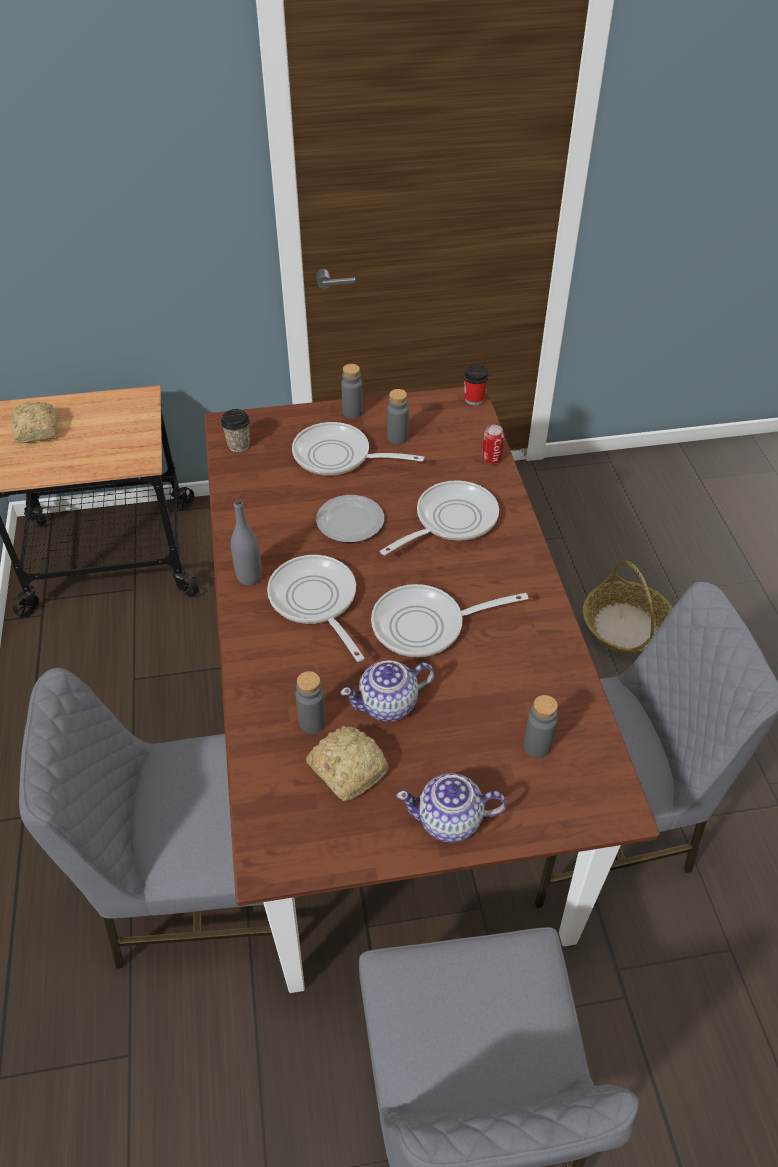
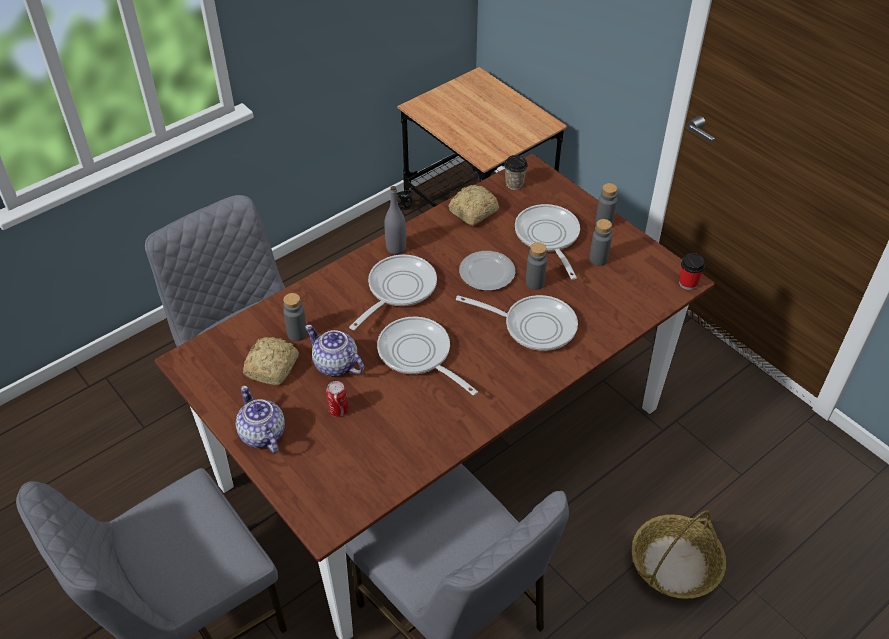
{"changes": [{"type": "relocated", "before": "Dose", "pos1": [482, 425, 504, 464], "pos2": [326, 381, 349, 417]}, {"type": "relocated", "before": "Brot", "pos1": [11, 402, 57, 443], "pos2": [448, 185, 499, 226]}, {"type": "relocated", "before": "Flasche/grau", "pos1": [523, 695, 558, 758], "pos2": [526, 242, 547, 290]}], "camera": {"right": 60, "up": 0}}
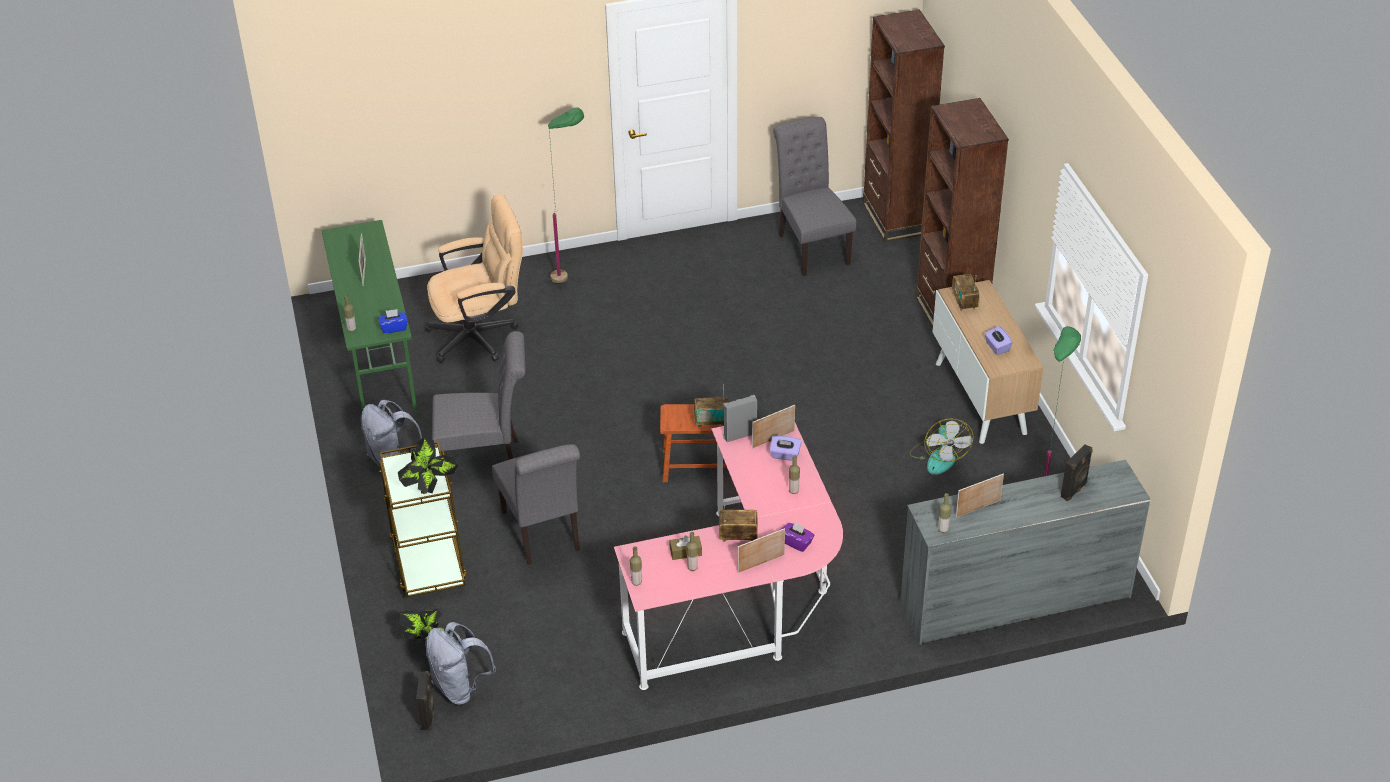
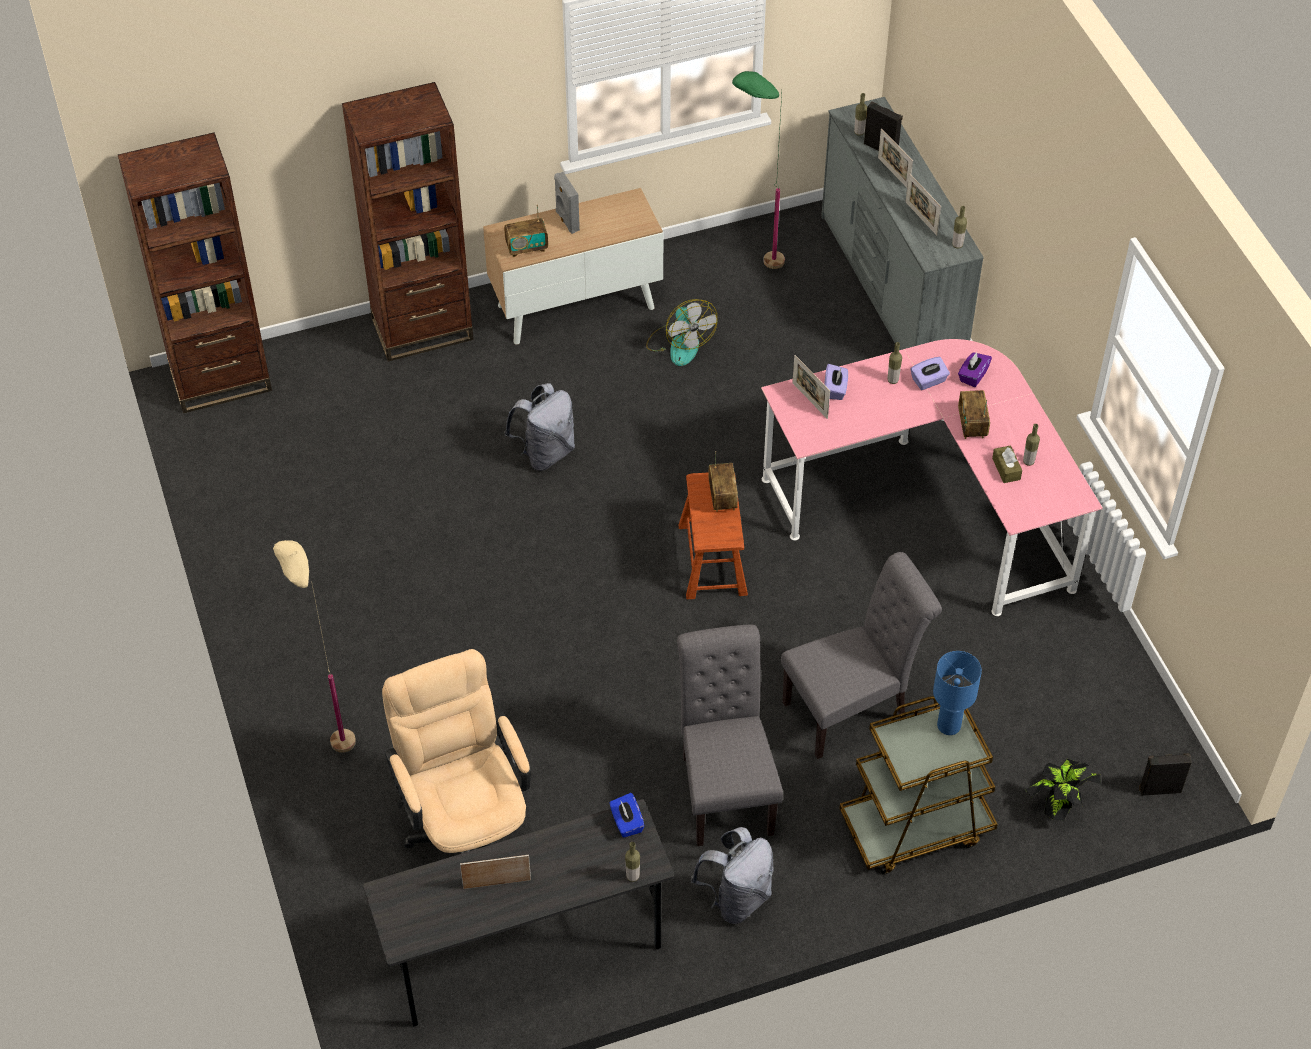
{"changes": [{"type": "colour", "before": "Stehlampe/grün", "after": "Stehlampe/beige", "pos1": [548, 107, 584, 283], "pos2": [273, 540, 356, 753]}, {"type": "colour", "before": "Schreibtisch/grün", "after": "Schreibtisch/grau", "pos1": [322, 220, 417, 412], "pos2": [363, 799, 674, 1027]}, {"type": "relocated", "before": "Rucksack/grau", "pos1": [425, 622, 496, 705], "pos2": [504, 383, 575, 471]}, {"type": "relocated", "before": "Lautsprecher/grau", "pos1": [723, 395, 757, 442], "pos2": [554, 172, 580, 234]}, {"type": "spun", "before": "Ventilator", "pos1": [909, 418, 974, 475], "pos2": [646, 299, 717, 366], "turn": 75}, {"type": "relocated", "before": "Flasche", "pos1": [630, 546, 642, 586], "pos2": [854, 93, 867, 136]}, {"type": "relocated", "before": "Bilderrahmen", "pos1": [738, 528, 785, 573], "pos2": [878, 129, 913, 187]}, {"type": "relocated", "before": "Taschentuchbox/lila", "pos1": [984, 326, 1012, 355], "pos2": [911, 357, 950, 390]}, {"type": "exchanged", "before": "Topfpflanze", "after": "Tischlampe/blau", "pos1": [398, 437, 458, 494], "pos2": [933, 651, 982, 735]}, {"type": "missing", "before": "Stuhl/grau", "pos1": [773, 117, 856, 276]}], "camera": {"right": -95, "up": 10}}
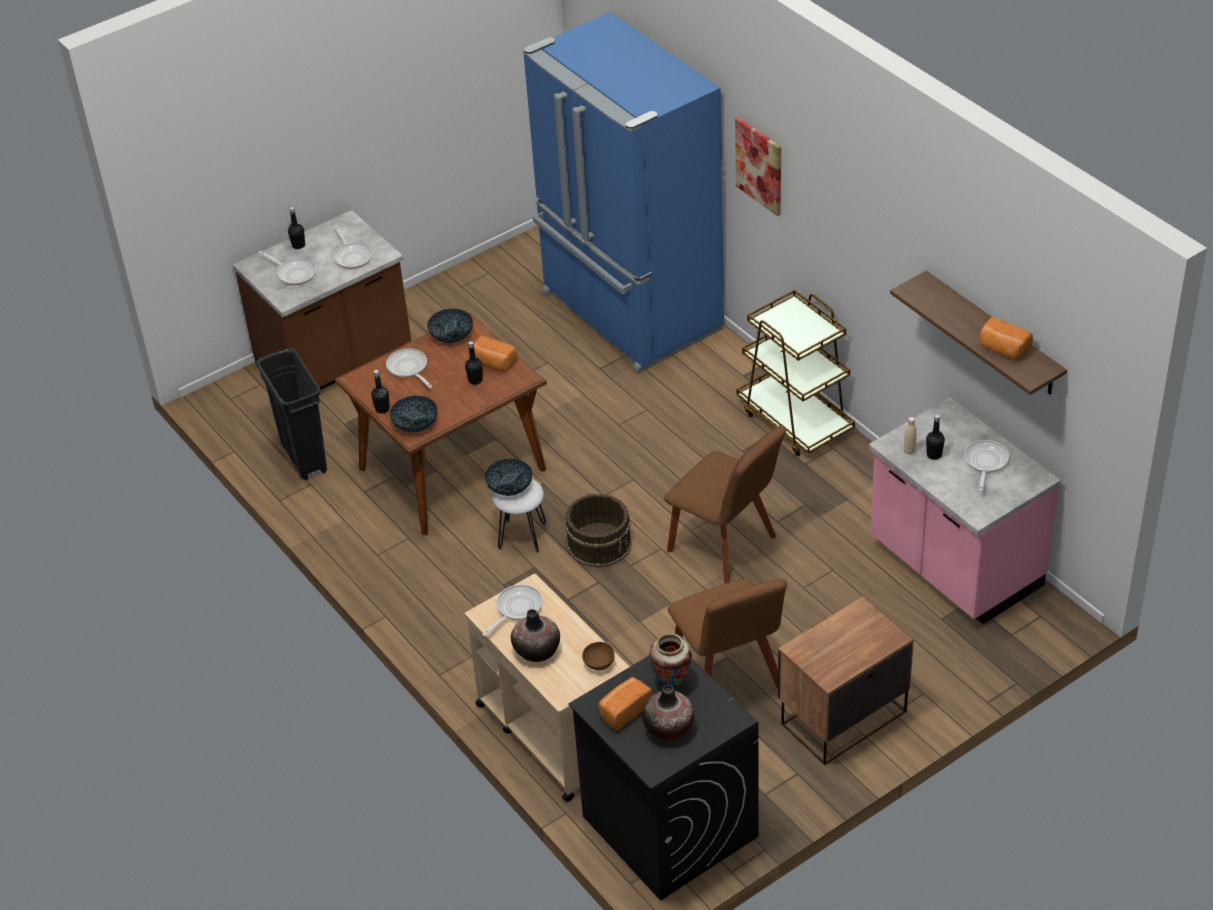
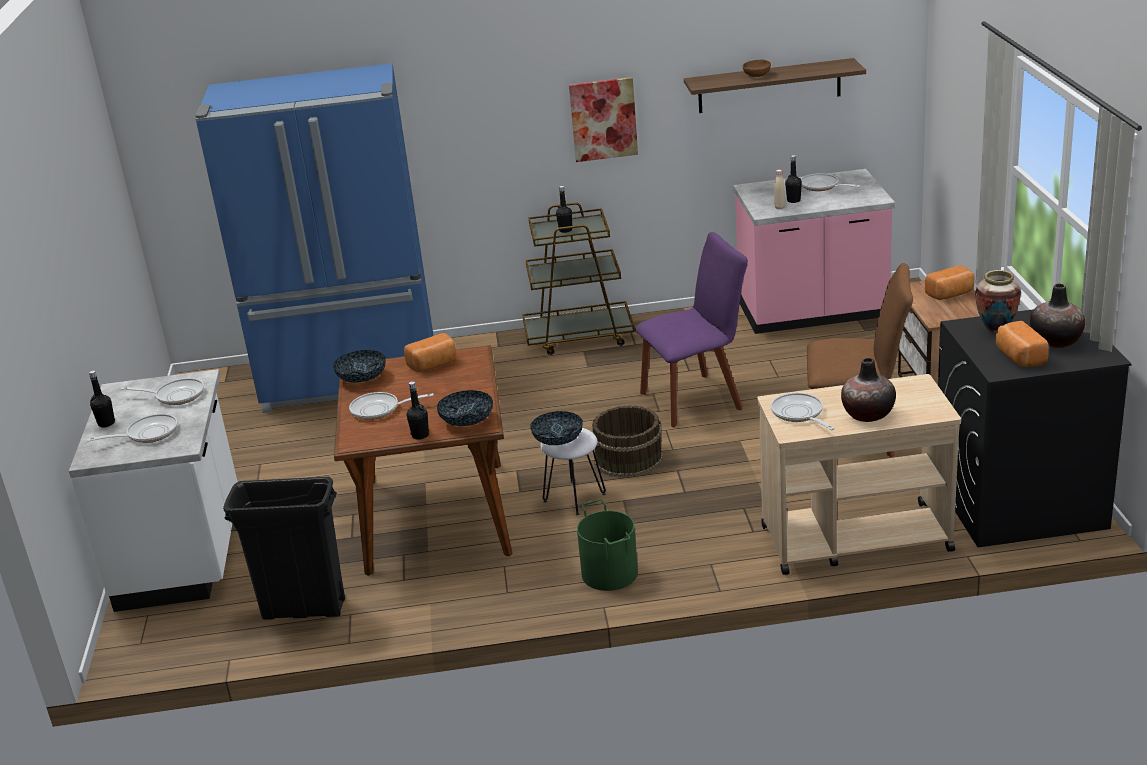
{"changes": [{"type": "colour", "before": "Küchenzeile/braun", "after": "Küchenzeile/weiß", "pos1": [233, 210, 411, 390], "pos2": [69, 369, 238, 612]}, {"type": "relocated", "before": "Flasche/schwarz", "pos1": [465, 341, 482, 385], "pos2": [556, 186, 572, 233]}, {"type": "relocated", "before": "Bild", "pos1": [735, 117, 781, 216], "pos2": [569, 77, 638, 162]}, {"type": "appeared", "after": "Eimer/grün", "pos2": [577, 499, 638, 591]}, {"type": "colour", "before": "Stuhl/braun", "after": "Stuhl/lila", "pos1": [664, 425, 786, 584], "pos2": [635, 232, 748, 427]}, {"type": "relocated", "before": "Schüssel/braun", "pos1": [582, 642, 615, 670], "pos2": [743, 60, 771, 77]}, {"type": "relocated", "before": "Brot", "pos1": [980, 317, 1033, 360], "pos2": [925, 265, 975, 300]}], "camera": {"right": -60, "up": -15}}
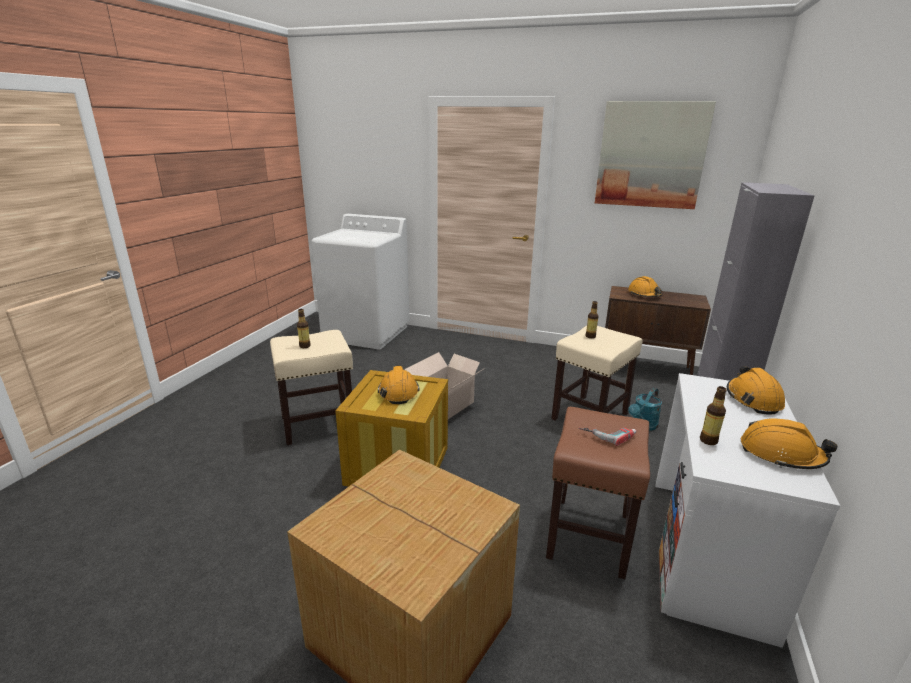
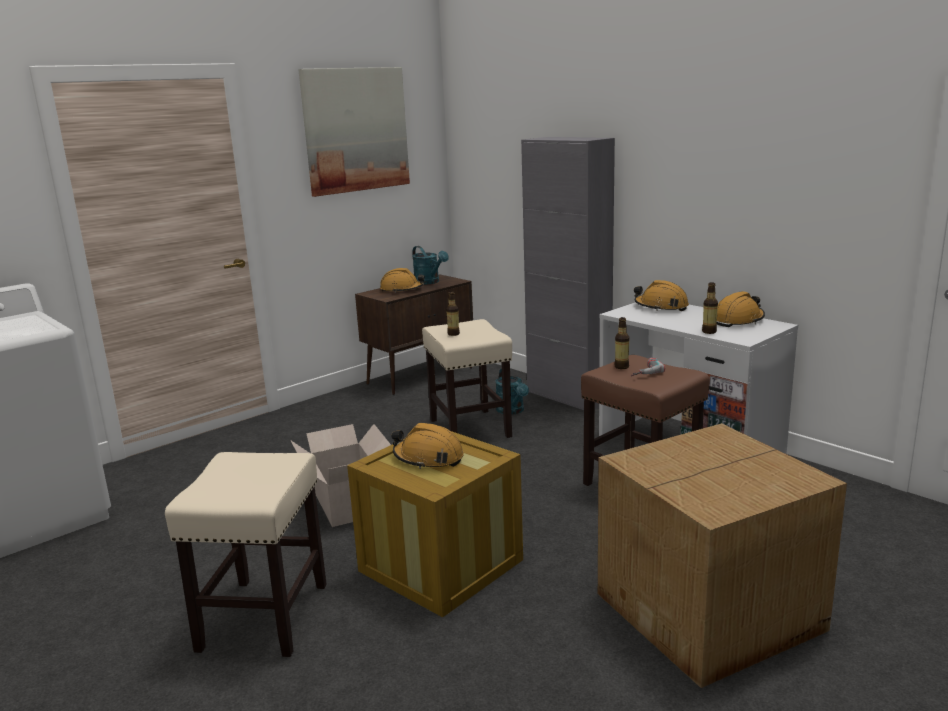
{"changes": [{"type": "appeared", "after": "Gießkanne/türkis", "pos2": [412, 246, 449, 285]}, {"type": "relocated", "before": "Flasche", "pos1": [297, 309, 311, 348], "pos2": [615, 317, 629, 369]}], "camera": {"right": -60, "up": -5}}
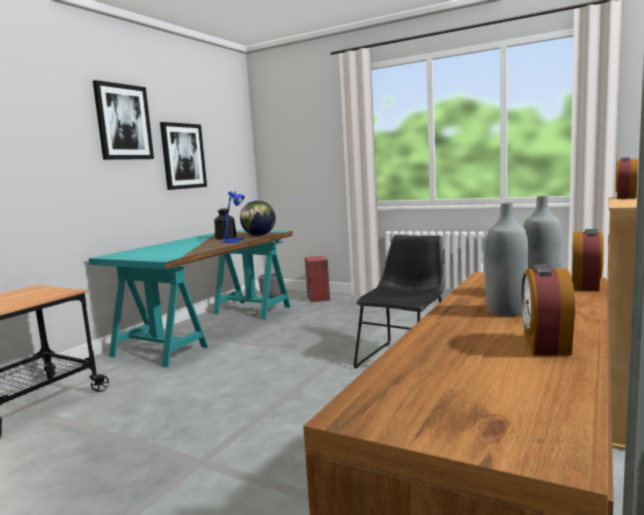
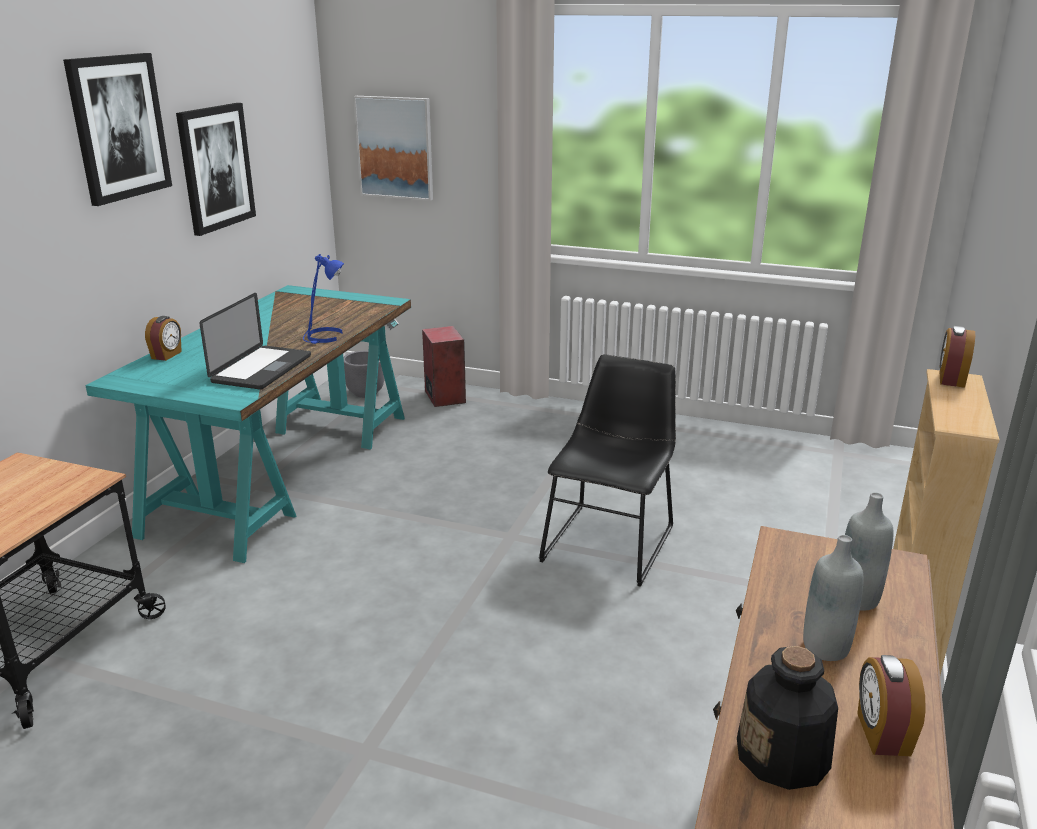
{"changes": [{"type": "relocated", "before": "Wecker", "pos1": [572, 229, 604, 291], "pos2": [145, 316, 182, 361]}, {"type": "appeared", "after": "Laptop", "pos2": [200, 293, 311, 390]}, {"type": "appeared", "after": "Bild", "pos2": [353, 96, 433, 201]}, {"type": "relocated", "before": "Flasche", "pos1": [214, 208, 237, 240], "pos2": [737, 646, 838, 790]}, {"type": "missing", "before": "Globus", "pos1": [240, 200, 276, 236]}], "camera": {"right": -10, "up": 15}}
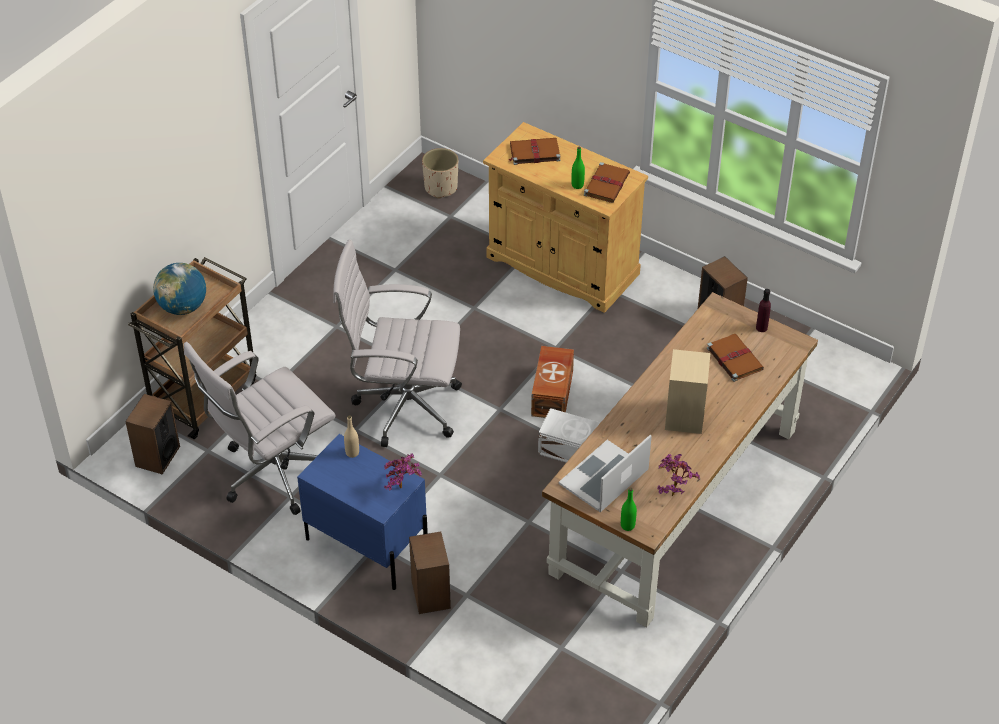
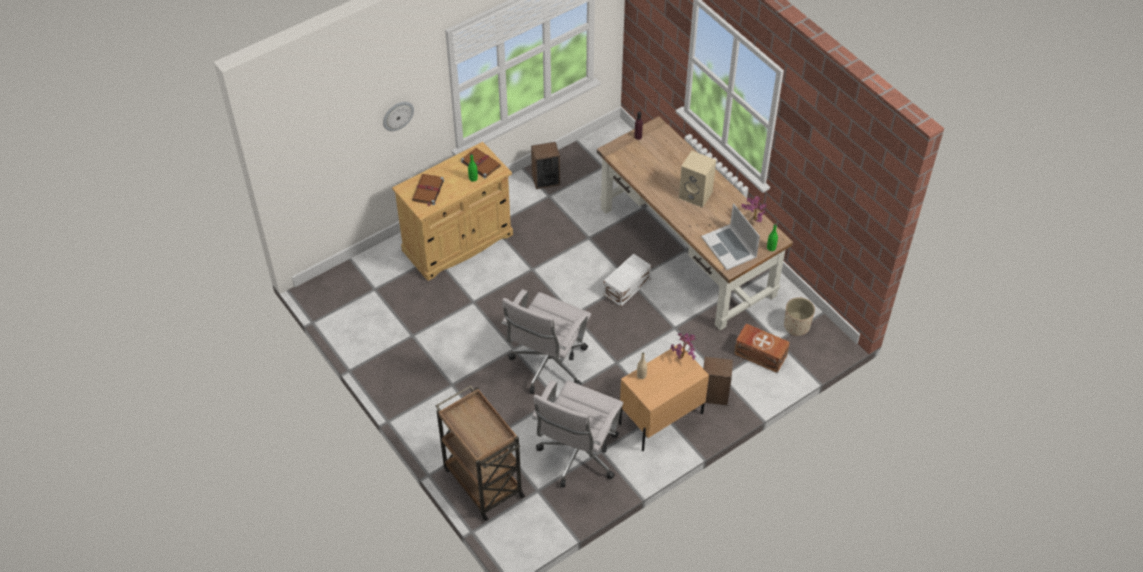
{"changes": [{"type": "appeared", "after": "Wanduhr", "pos2": [383, 102, 414, 131]}, {"type": "spun", "before": "Bürostuhl/weiß", "pos1": [184, 342, 336, 515], "pos2": [531, 380, 623, 488], "turn": 45}, {"type": "colour", "before": "Nachttisch/blau", "after": "Nachttisch/beige", "pos1": [297, 434, 428, 590], "pos2": [619, 345, 709, 451]}, {"type": "relocated", "before": "Aufbewahrungsbox/braun", "pos1": [531, 346, 574, 418], "pos2": [734, 323, 790, 373]}, {"type": "relocated", "before": "Pflanzkübel/beige", "pos1": [422, 148, 458, 199], "pos2": [784, 297, 815, 336]}, {"type": "missing", "before": "Lautsprecher", "pos1": [125, 394, 180, 475]}, {"type": "missing", "before": "Globus", "pos1": [153, 263, 206, 315]}, {"type": "missing", "before": "Buch/braun", "pos1": [707, 334, 764, 382]}], "camera": {"right": -70, "up": 5}}
